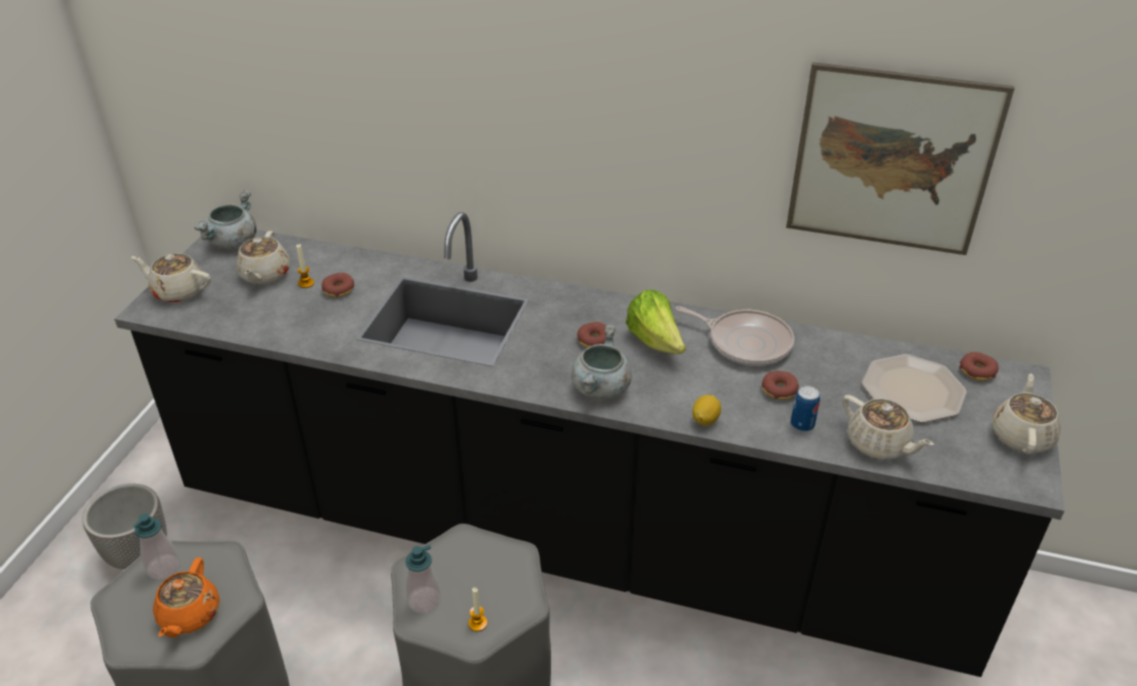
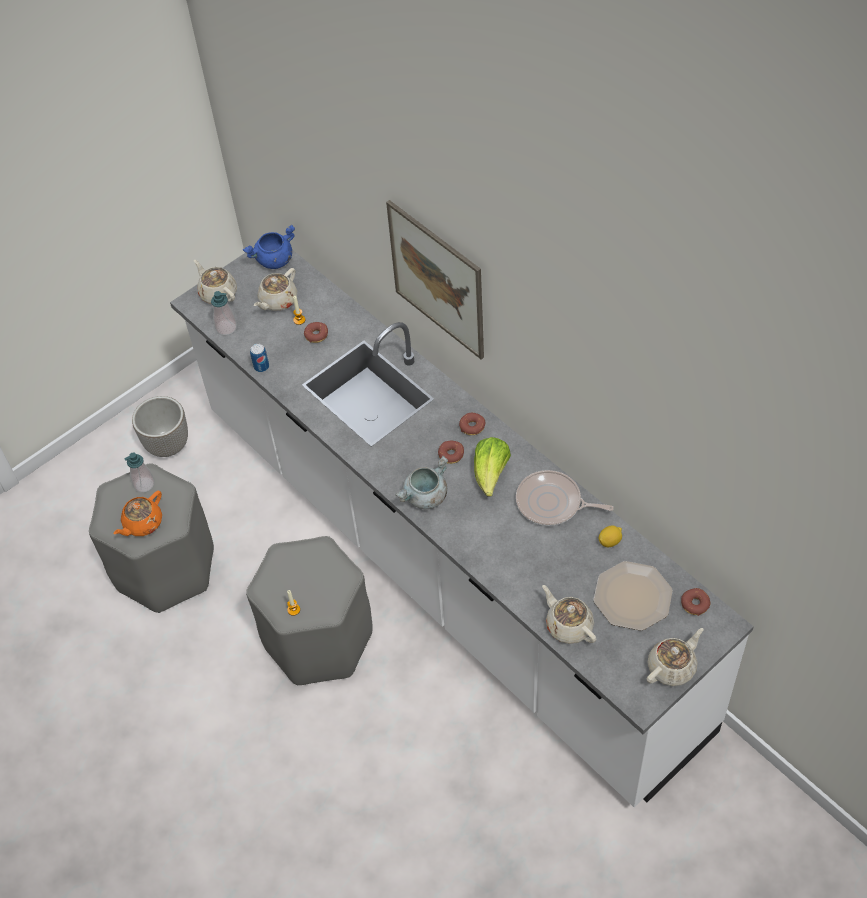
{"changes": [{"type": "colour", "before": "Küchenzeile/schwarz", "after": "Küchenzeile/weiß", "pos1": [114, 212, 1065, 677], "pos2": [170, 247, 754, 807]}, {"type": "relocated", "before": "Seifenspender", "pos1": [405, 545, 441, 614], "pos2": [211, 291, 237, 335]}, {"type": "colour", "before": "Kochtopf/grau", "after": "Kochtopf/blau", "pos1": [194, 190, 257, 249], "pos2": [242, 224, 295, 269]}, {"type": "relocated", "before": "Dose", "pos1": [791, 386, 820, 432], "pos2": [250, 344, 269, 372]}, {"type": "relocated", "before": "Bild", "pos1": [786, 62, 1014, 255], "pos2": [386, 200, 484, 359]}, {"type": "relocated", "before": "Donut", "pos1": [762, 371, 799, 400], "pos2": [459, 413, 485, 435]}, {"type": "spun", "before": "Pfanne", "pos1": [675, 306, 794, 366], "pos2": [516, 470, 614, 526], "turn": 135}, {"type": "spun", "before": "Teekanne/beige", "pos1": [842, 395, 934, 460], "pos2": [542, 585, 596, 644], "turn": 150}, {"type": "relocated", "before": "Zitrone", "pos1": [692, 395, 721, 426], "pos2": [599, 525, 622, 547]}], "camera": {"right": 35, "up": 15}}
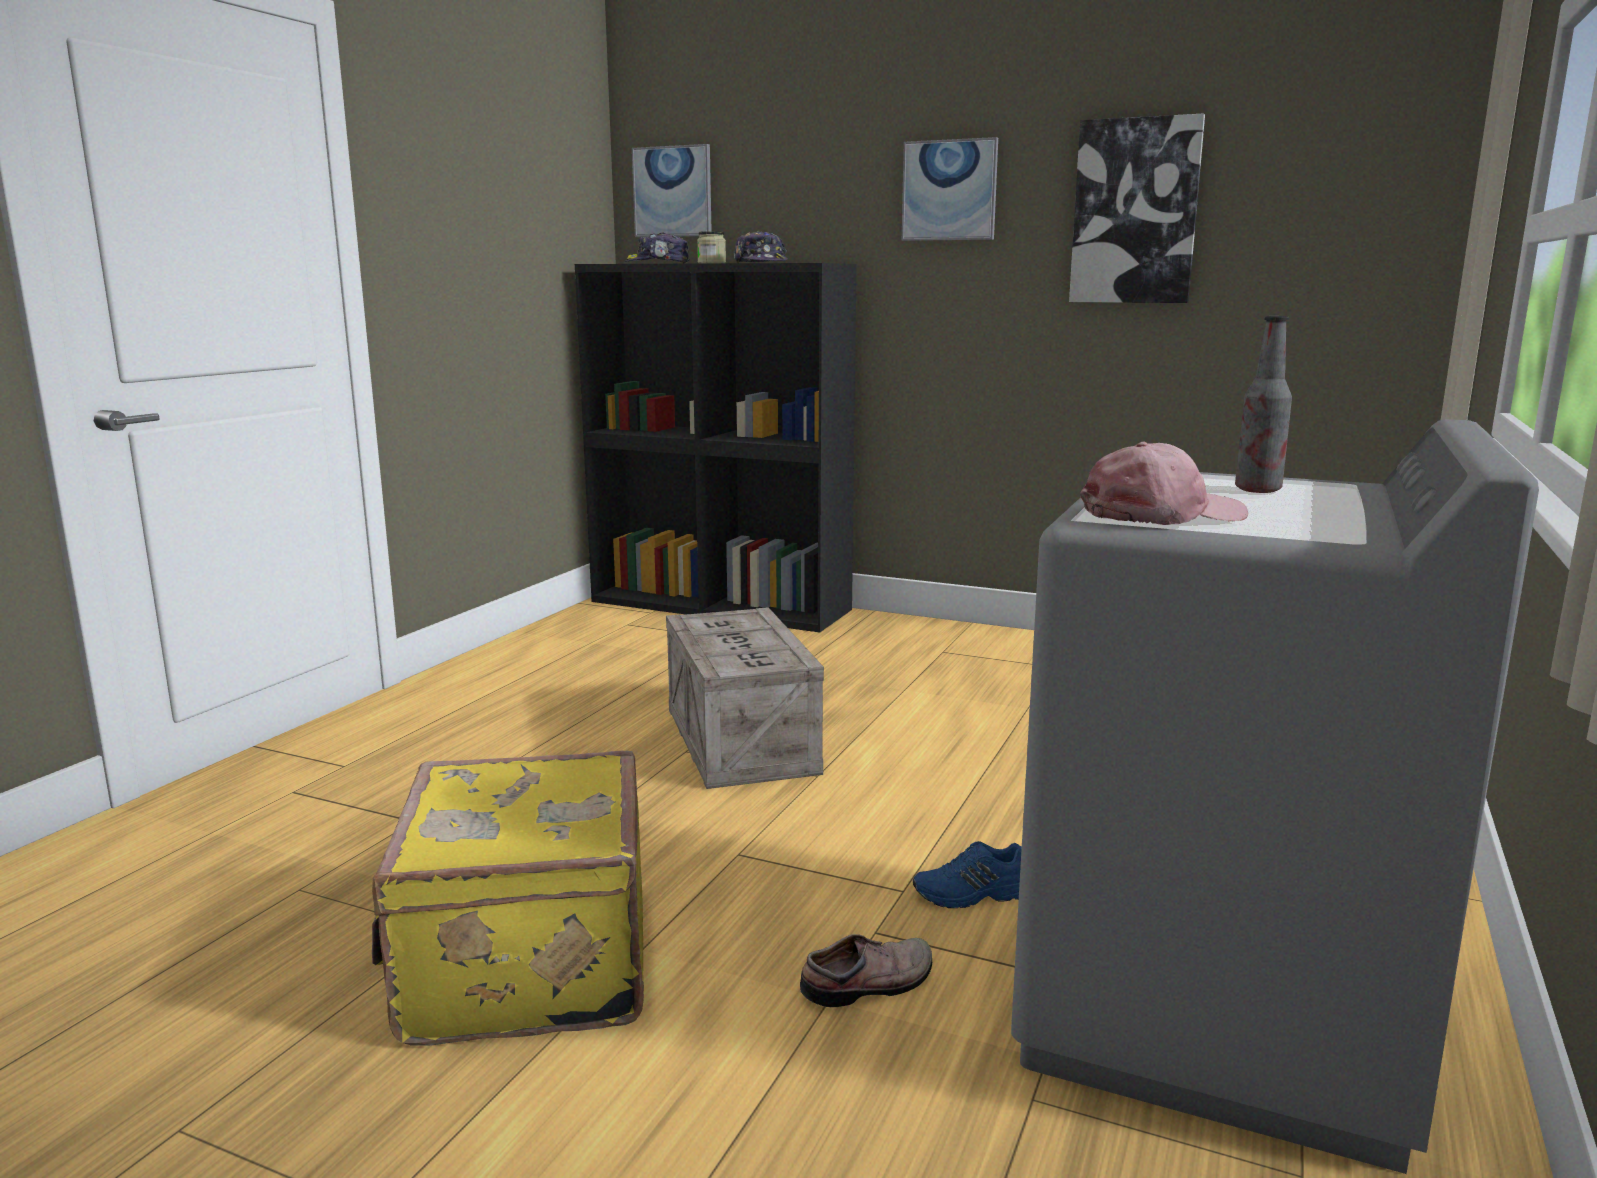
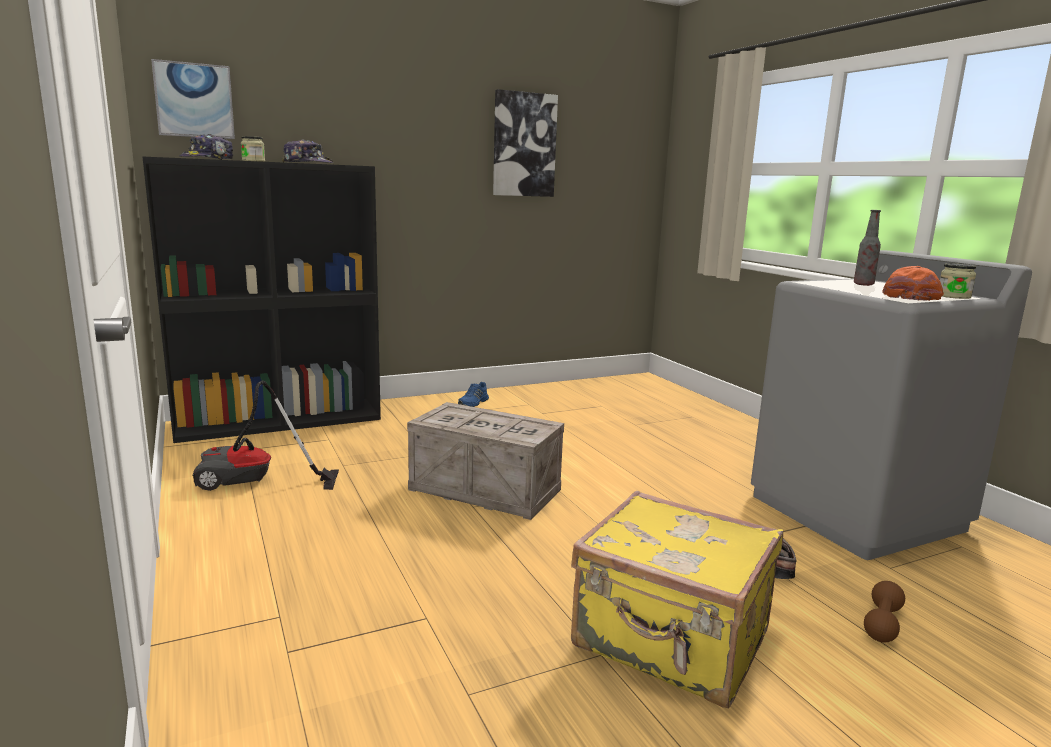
{"changes": [{"type": "appeared", "after": "Staubsauger", "pos2": [193, 380, 339, 491]}, {"type": "relocated", "before": "Schuh/blau", "pos1": [913, 841, 1022, 908], "pos2": [458, 382, 489, 407]}, {"type": "appeared", "after": "Hantel/braun", "pos2": [864, 581, 905, 643]}, {"type": "colour", "before": "Kappe/rosa", "after": "Kappe/orange", "pos1": [1080, 441, 1248, 525], "pos2": [882, 266, 944, 301]}, {"type": "appeared", "after": "Vorratsglas", "pos2": [940, 263, 976, 299]}, {"type": "missing", "before": "Bild", "pos1": [902, 137, 998, 241]}], "camera": {"right": -50, "up": 0}}
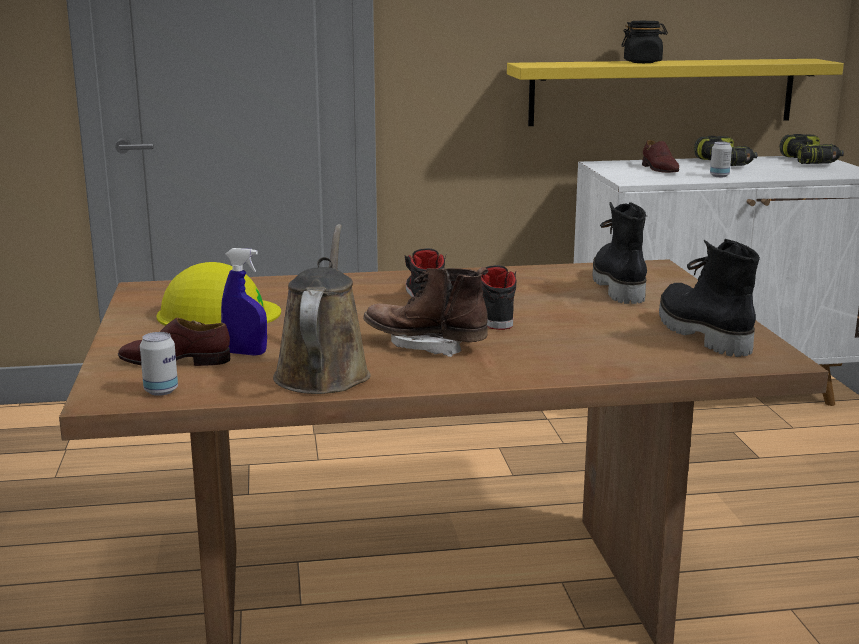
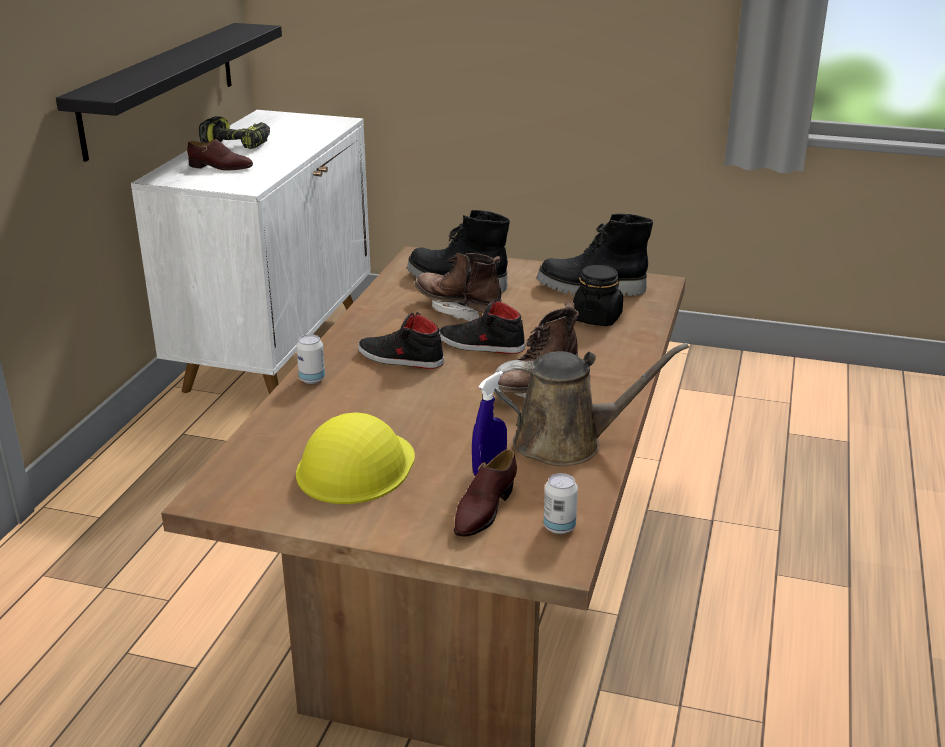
{"changes": [{"type": "colour", "before": "Wandregal/gelb", "after": "Wandregal/schwarz", "pos1": [507, 59, 844, 126], "pos2": [56, 23, 282, 162]}, {"type": "relocated", "before": "Dose", "pos1": [710, 142, 732, 177], "pos2": [296, 334, 325, 384]}, {"type": "appeared", "after": "Stiefel/braun", "pos2": [414, 252, 501, 322]}, {"type": "spun", "before": "Gießkanne/braun", "pos1": [273, 224, 370, 394], "pos2": [494, 343, 689, 466], "turn": 150}, {"type": "relocated", "before": "Vorratsglas/schwarz", "pos1": [621, 21, 668, 63], "pos2": [573, 265, 623, 326]}, {"type": "missing", "before": "Bohrmaschine", "pos1": [779, 134, 844, 164]}], "camera": {"right": -65, "up": 10}}
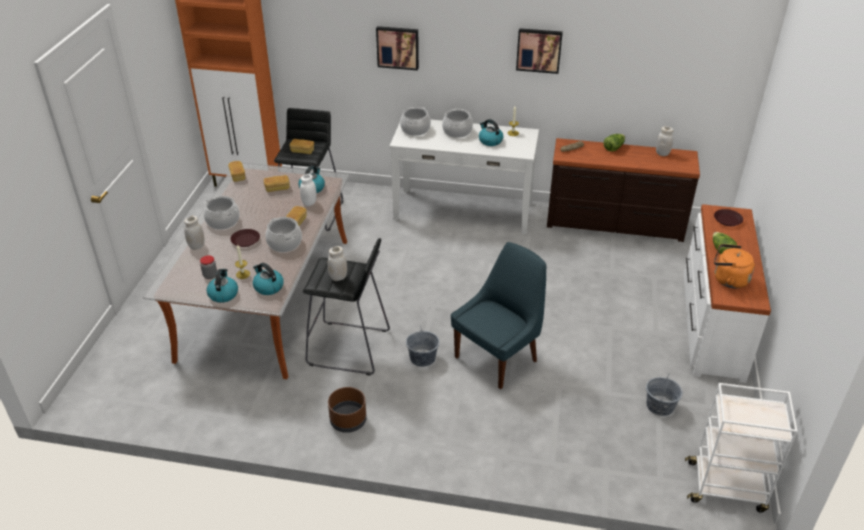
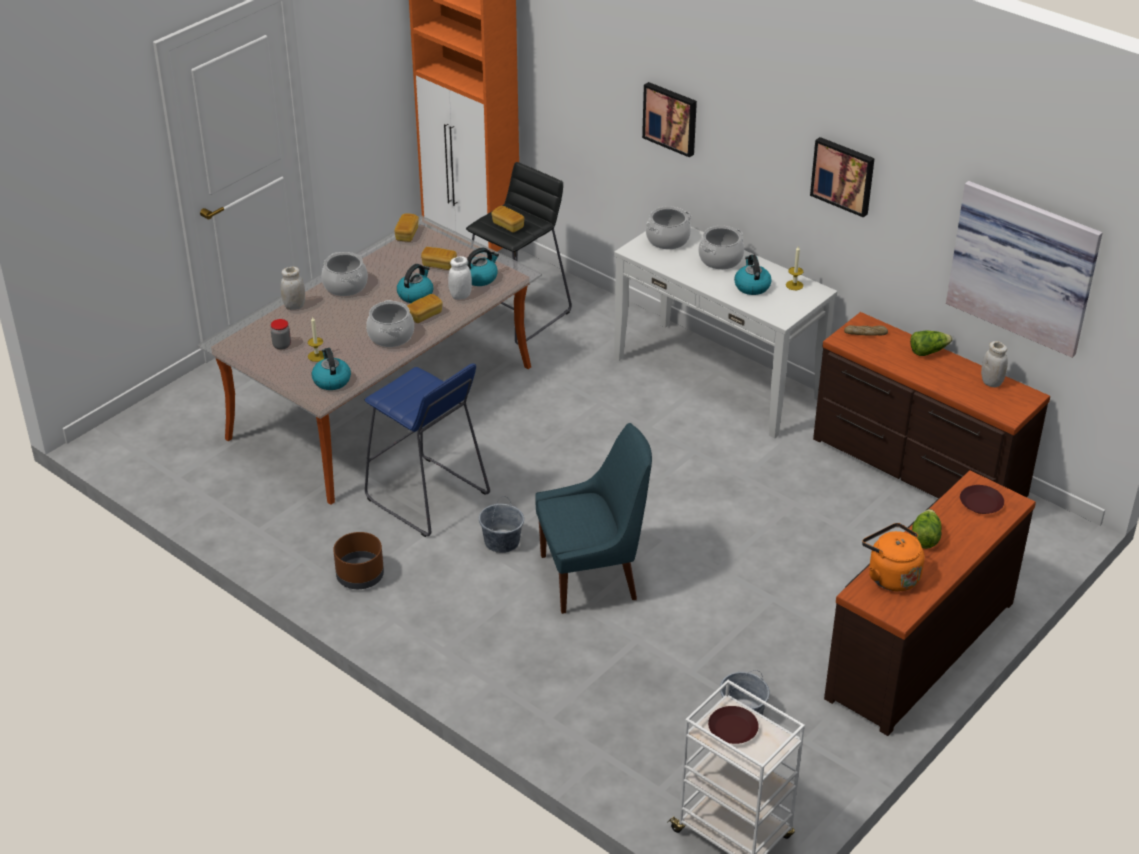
{"changes": [{"type": "colour", "before": "Hocker/schwarz", "after": "Hocker/blau", "pos1": [303, 238, 390, 375], "pos2": [365, 364, 490, 537]}, {"type": "relocated", "before": "Wasserkessel", "pos1": [207, 269, 238, 303], "pos2": [397, 264, 433, 303]}, {"type": "relocated", "before": "Teller/braun", "pos1": [230, 229, 260, 247], "pos2": [708, 706, 759, 744]}, {"type": "colour", "before": "Kommode/weiß", "after": "Kommode/braun", "pos1": [684, 204, 771, 383], "pos2": [824, 471, 1036, 736]}, {"type": "appeared", "after": "Bild", "pos2": [946, 181, 1102, 358]}, {"type": "missing", "before": "Vorratsglas/weiß", "pos1": [328, 246, 347, 281]}], "camera": {"right": 30, "up": 0}}
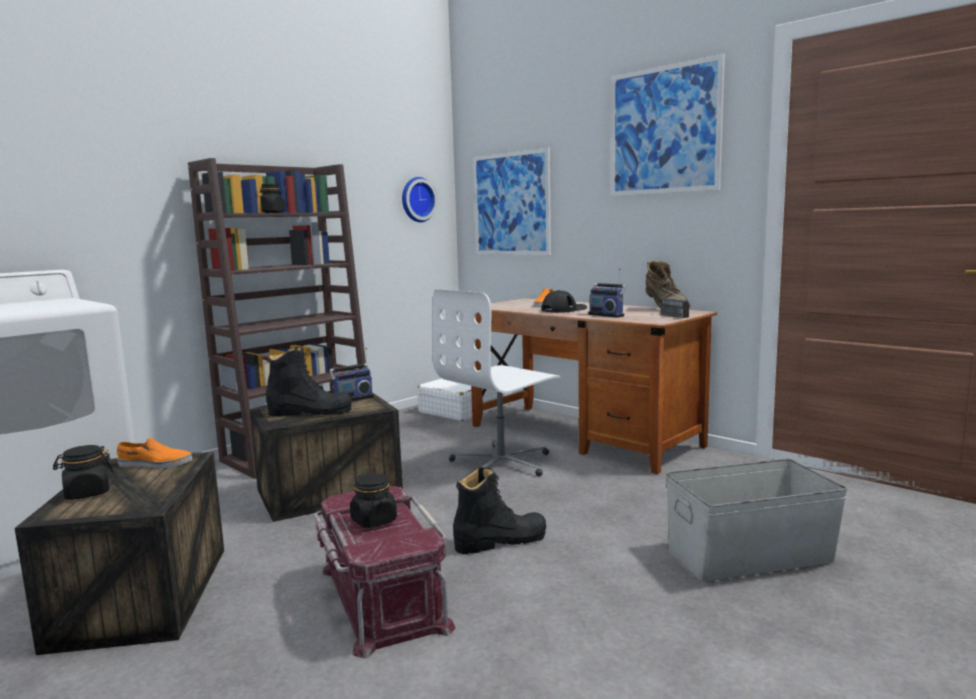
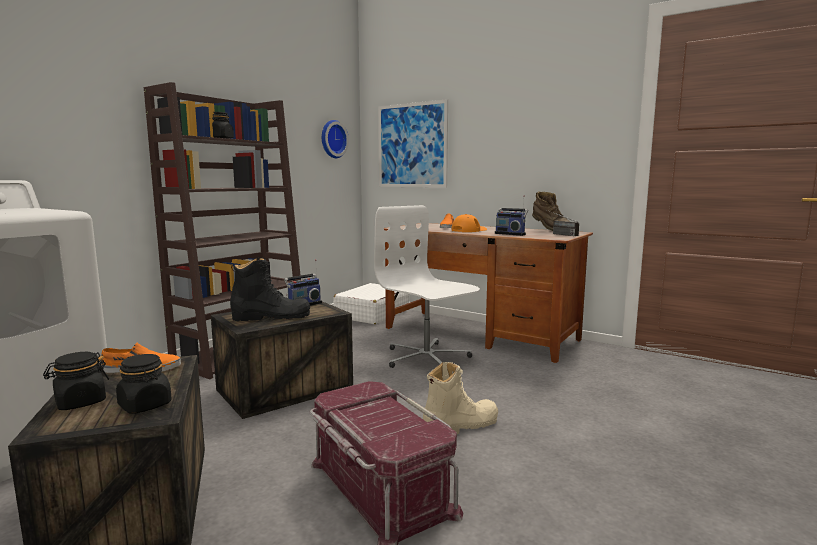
{"changes": [{"type": "relocated", "before": "Vorratsglas/schwarz", "pos1": [350, 473, 397, 528], "pos2": [116, 354, 172, 414]}, {"type": "spun", "before": "Bürostuhl/weiß", "pos1": [432, 289, 560, 476], "pos2": [374, 205, 480, 368], "turn": 105}, {"type": "colour", "before": "Stiefel/schwarz", "after": "Stiefel/beige", "pos1": [453, 468, 546, 554], "pos2": [423, 362, 498, 434]}, {"type": "colour", "before": "Kappe/schwarz", "after": "Kappe/orange", "pos1": [541, 290, 587, 313], "pos2": [451, 214, 487, 232]}, {"type": "missing", "before": "Bild", "pos1": [611, 54, 725, 196]}, {"type": "missing", "before": "Aufbewahrungsbox/grau", "pos1": [666, 459, 848, 582]}], "camera": {"right": -10, "up": 0}}
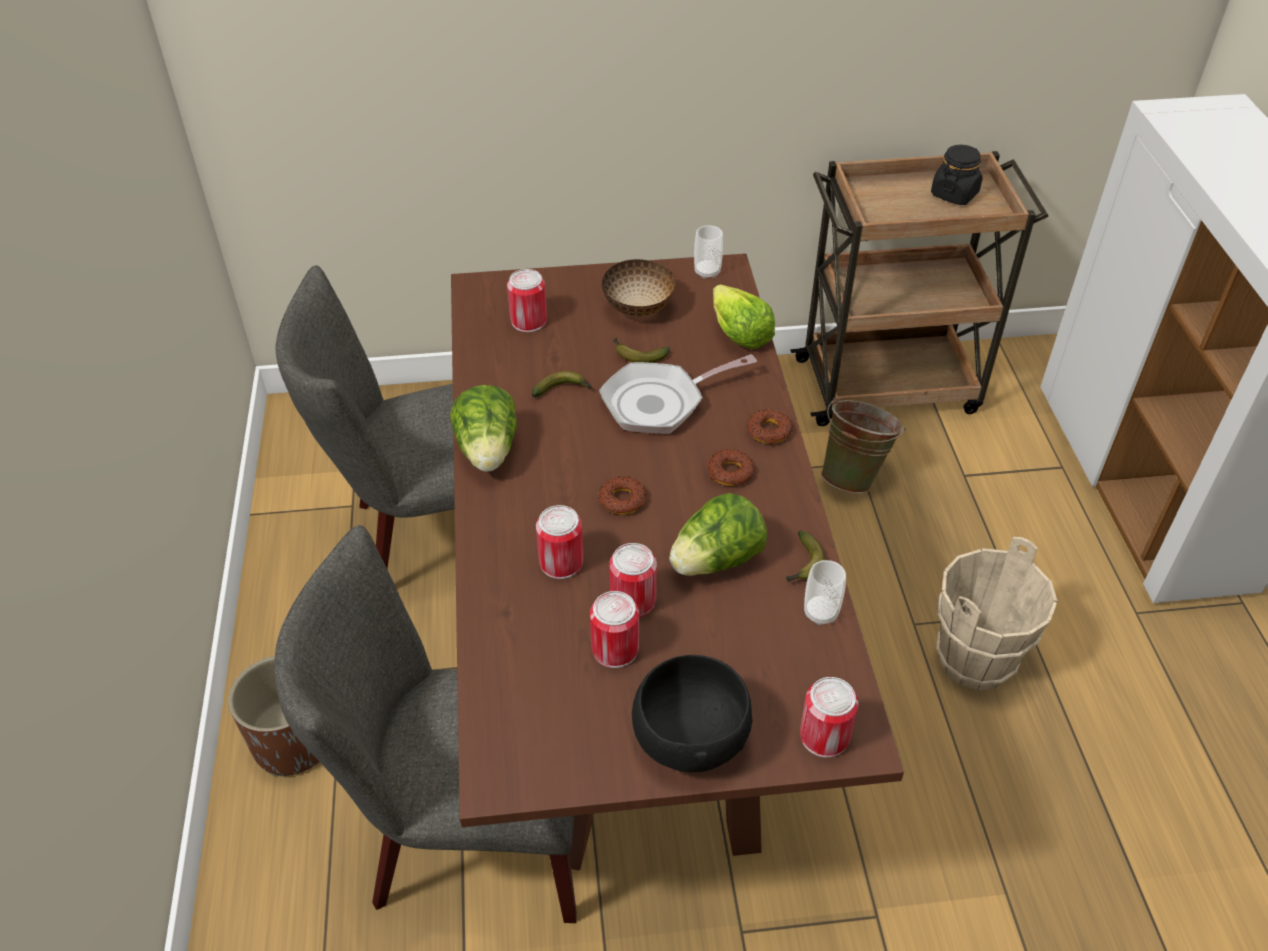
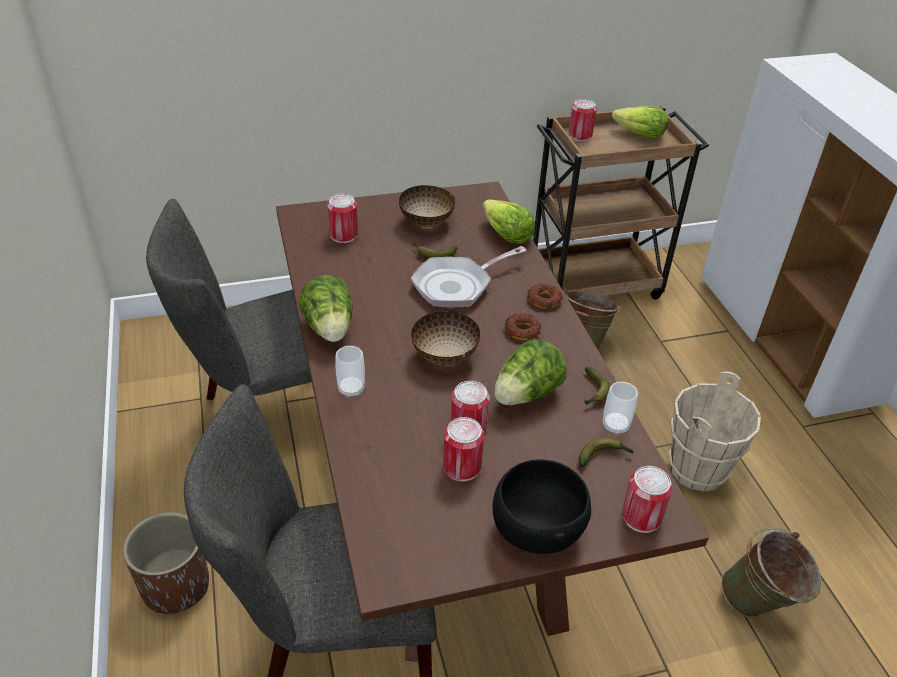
{"changes": [{"type": "relocated", "before": "Tasse", "pos1": [694, 225, 723, 279], "pos2": [335, 346, 365, 398]}, {"type": "exchanged", "before": "Donut", "after": "Schüssel", "pos1": [599, 476, 647, 515], "pos2": [411, 311, 480, 366]}, {"type": "relocated", "before": "Dose", "pos1": [536, 505, 584, 579], "pos2": [569, 99, 597, 141]}, {"type": "relocated", "before": "Banane", "pos1": [532, 371, 593, 397], "pos2": [578, 437, 633, 467]}, {"type": "exchanged", "before": "Vorratsglas/schwarz", "after": "Salatkopf", "pos1": [931, 145, 983, 205], "pos2": [612, 106, 668, 139]}, {"type": "appeared", "after": "Eimer/grün", "pos2": [721, 528, 821, 617]}], "camera": {"right": -10, "up": -5}}
